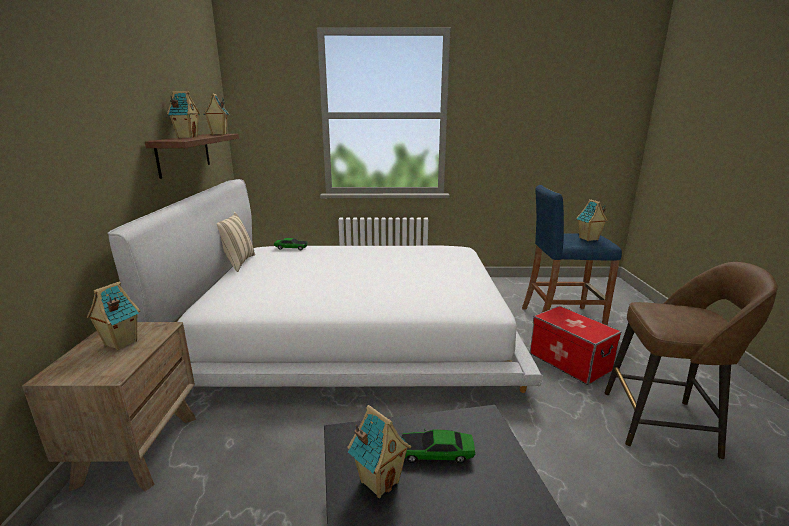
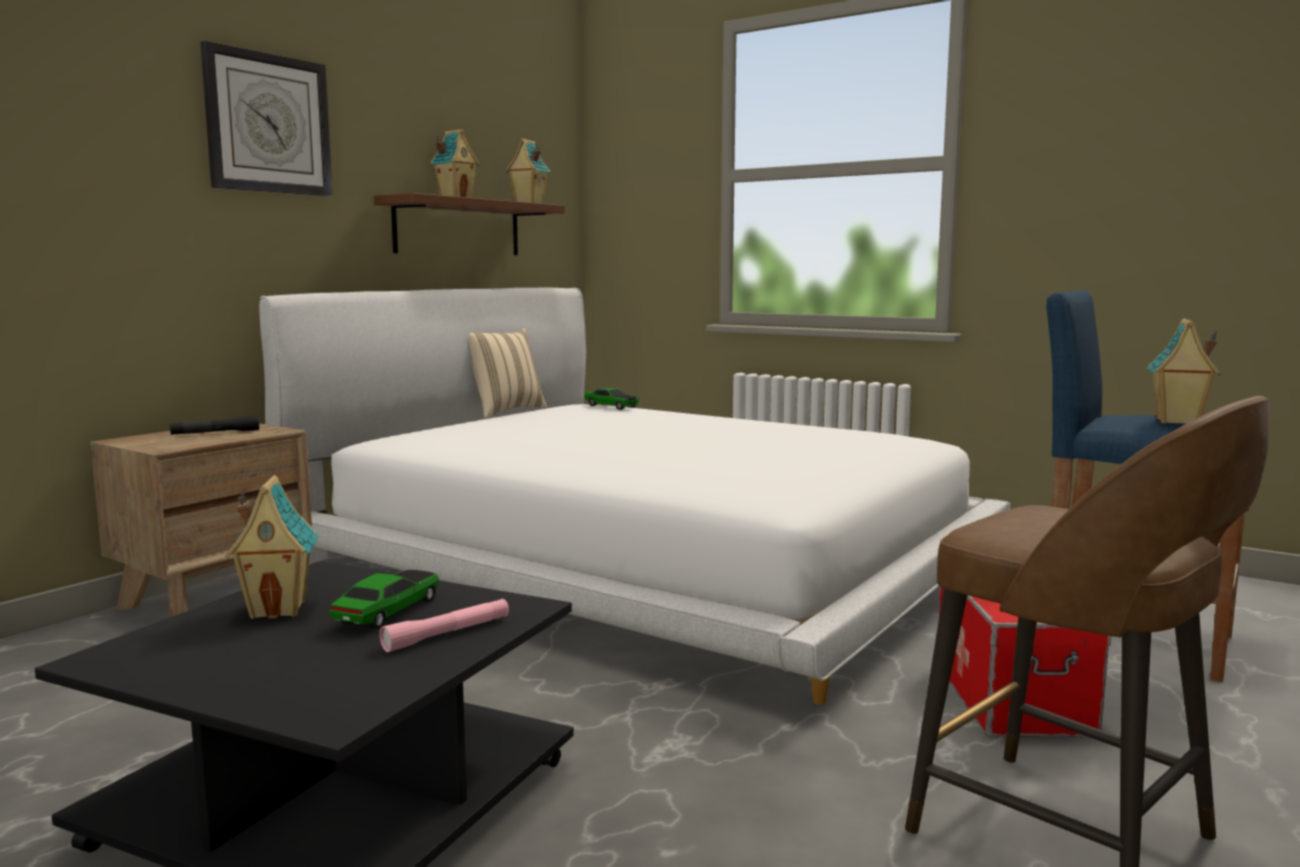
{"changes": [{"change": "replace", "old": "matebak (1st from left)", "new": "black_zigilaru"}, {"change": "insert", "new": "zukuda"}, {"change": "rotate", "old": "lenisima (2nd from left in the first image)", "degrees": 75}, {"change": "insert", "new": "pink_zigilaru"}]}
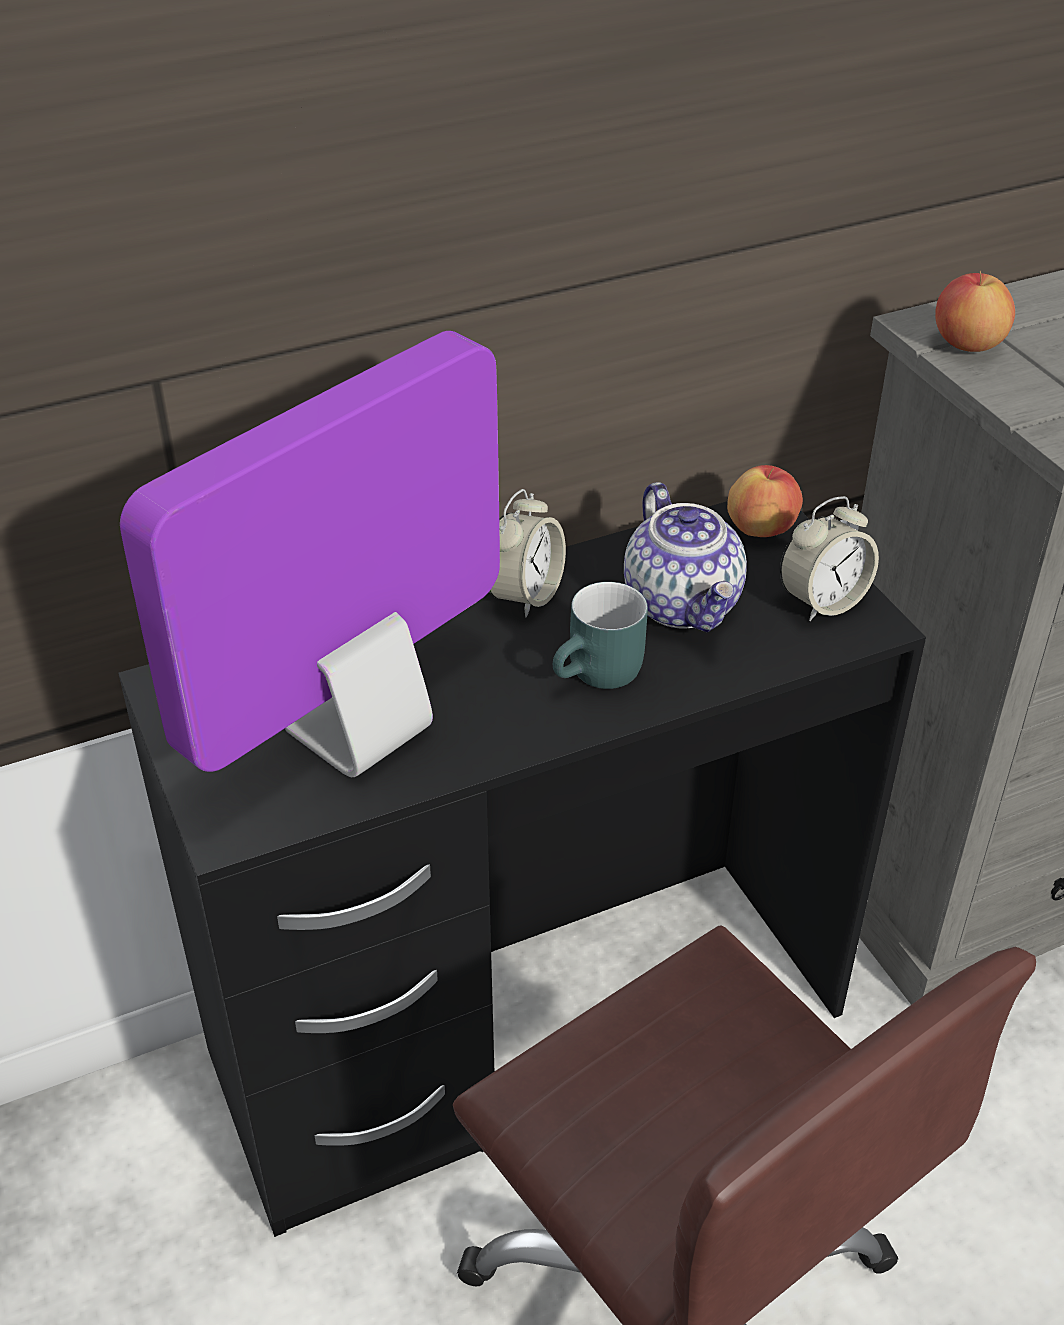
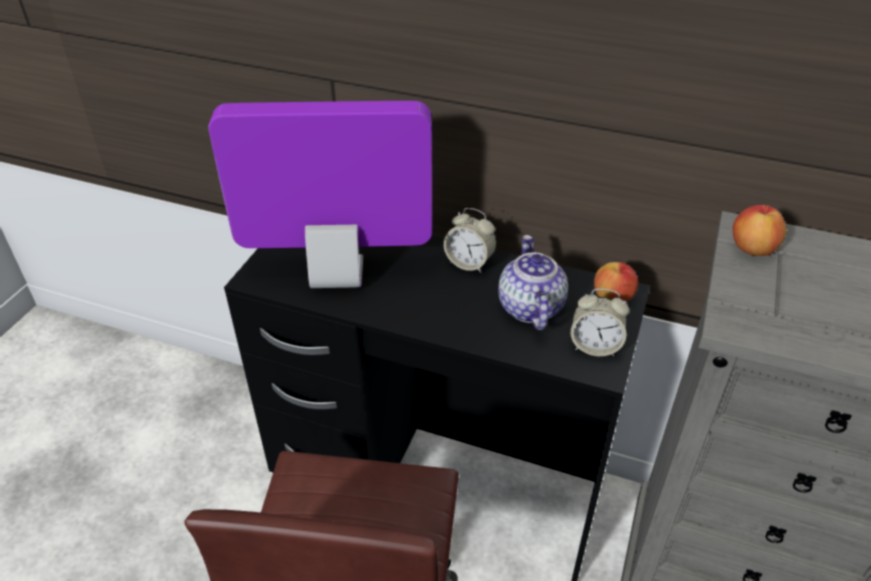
{"changes": [{"change": "rotate", "old": "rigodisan (1st from left)", "degrees": 45}, {"change": "rotate", "old": "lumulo", "degrees": 150}, {"change": "delete", "old": "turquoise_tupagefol"}]}
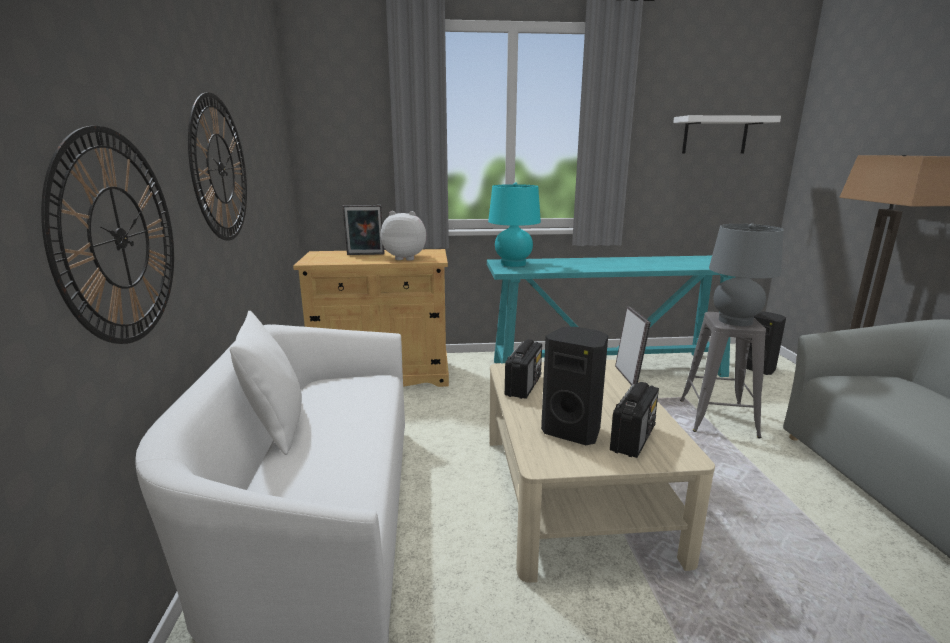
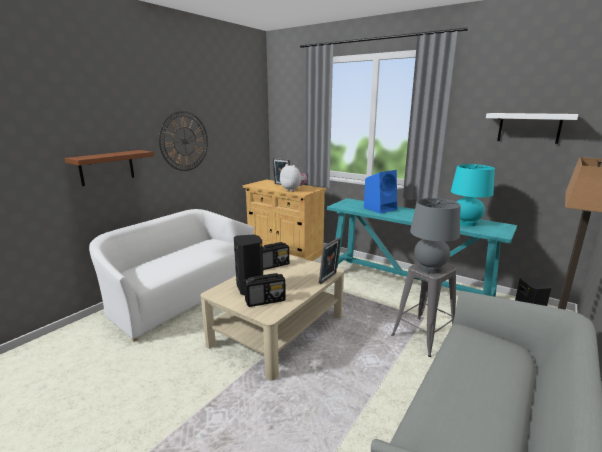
{"changes": [{"change": "replace", "old": "zukuda (1st from left)", "new": "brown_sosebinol"}, {"change": "insert", "new": "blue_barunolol"}, {"change": "move", "old": "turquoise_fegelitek"}, {"change": "delete", "old": "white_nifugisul"}]}
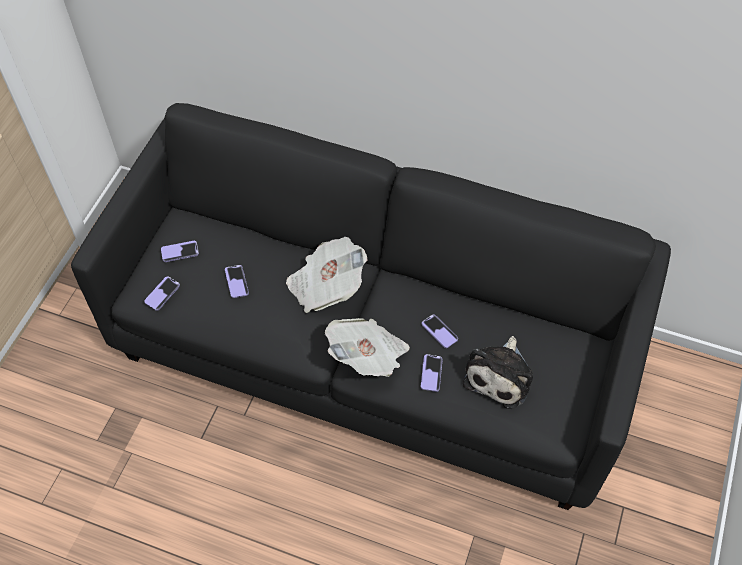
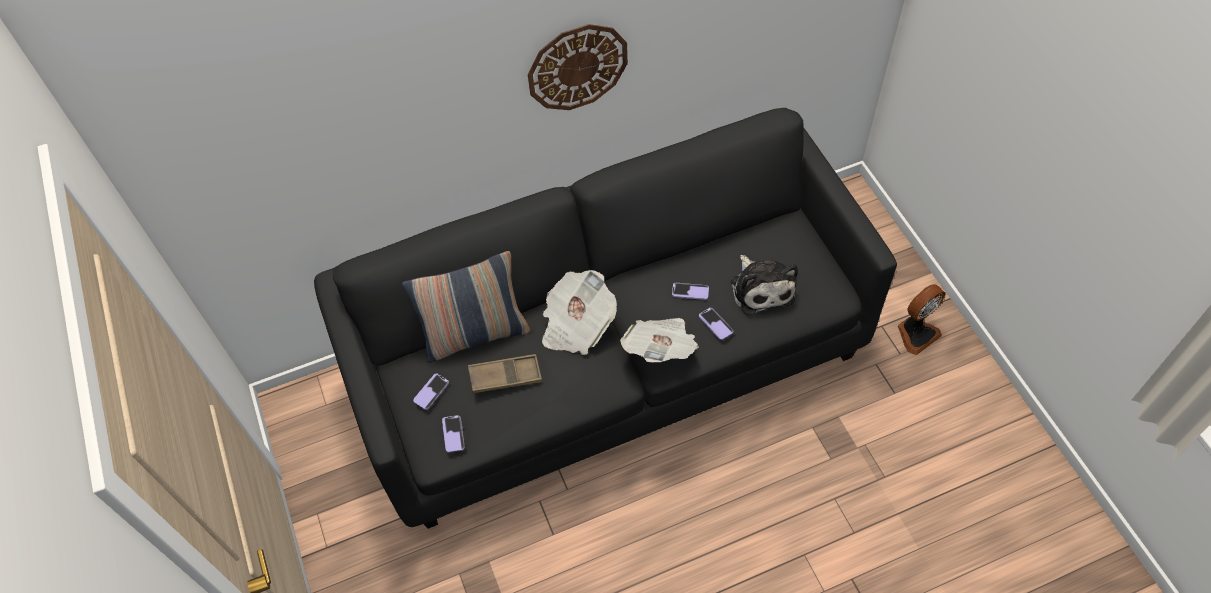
{"changes": [{"change": "insert", "new": "nifugisul"}, {"change": "replace", "old": "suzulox (3rd from left)", "new": "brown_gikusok"}, {"change": "insert", "new": "zukuda"}, {"change": "insert", "new": "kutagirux"}]}
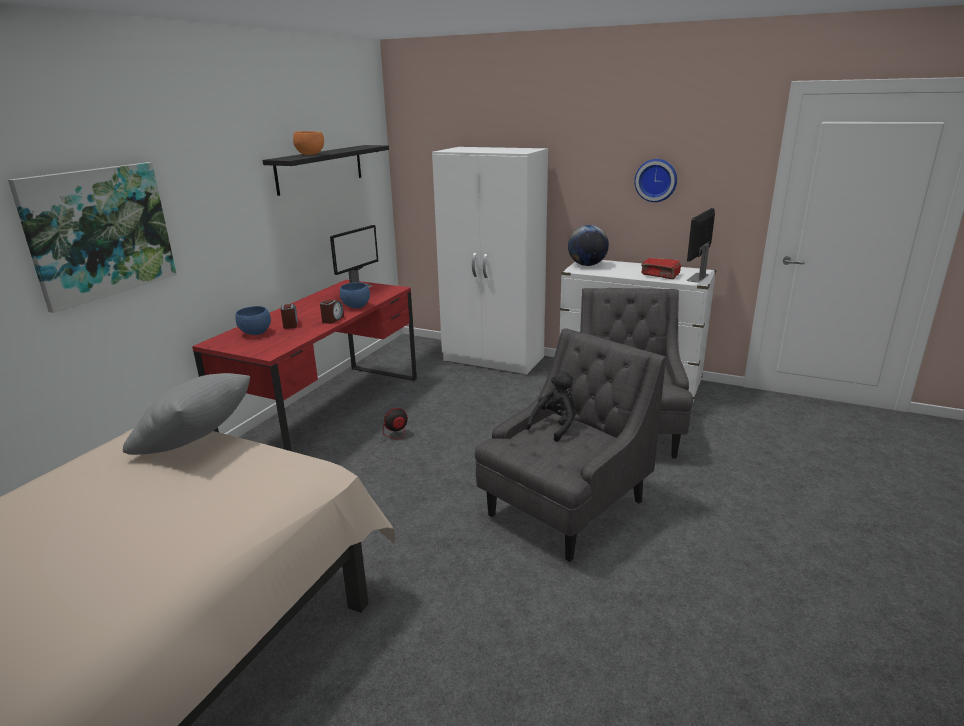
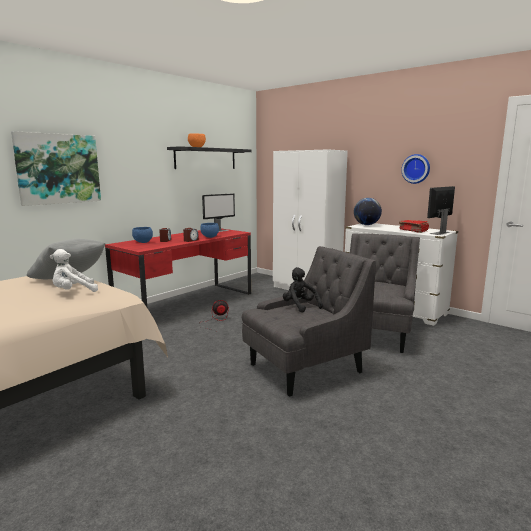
{"changes": [{"change": "insert", "new": "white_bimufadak"}, {"change": "rotate", "old": "black_bimufadak", "degrees": -90}]}
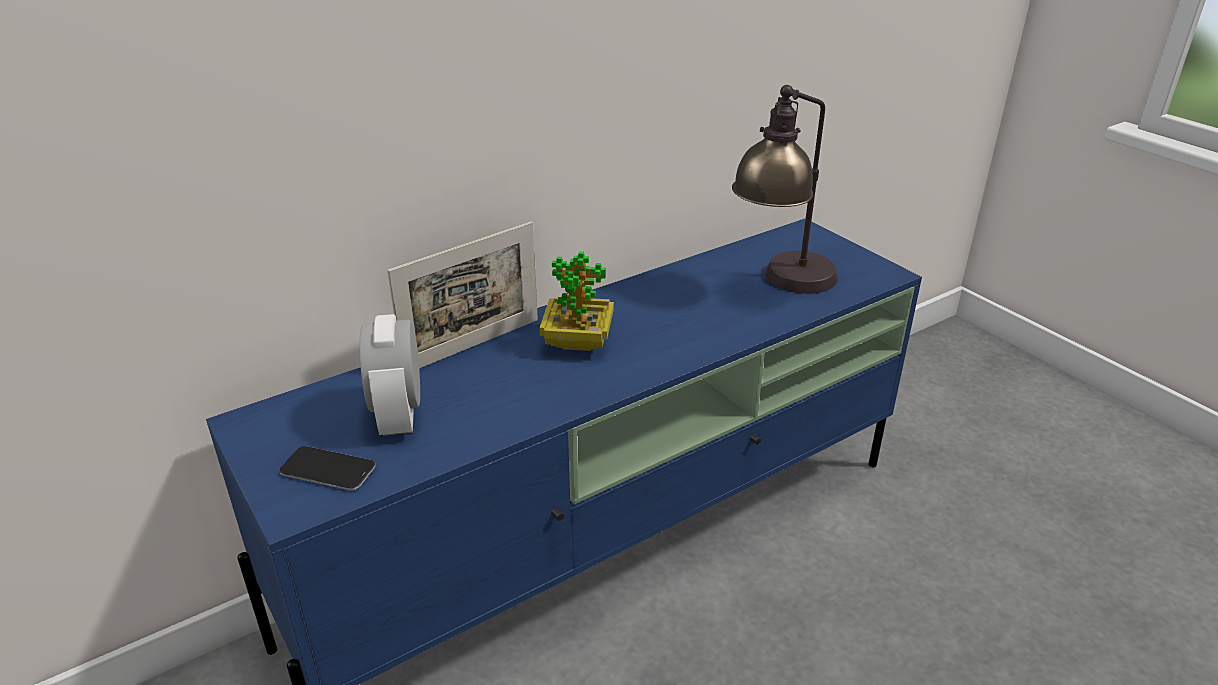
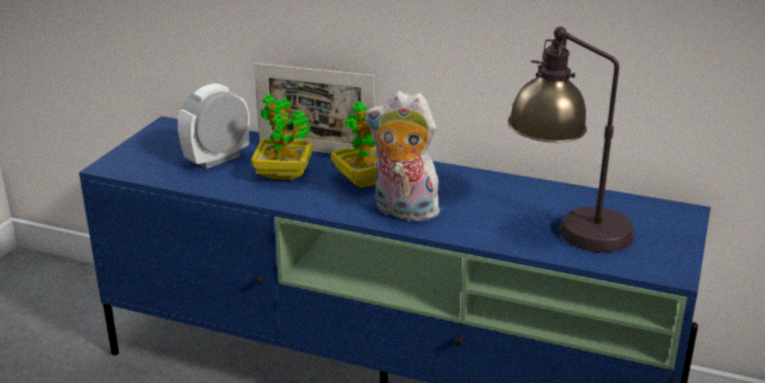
{"changes": [{"change": "insert", "new": "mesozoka (1st from left)"}, {"change": "insert", "new": "bimufadak"}, {"change": "delete", "old": "suzulox"}]}
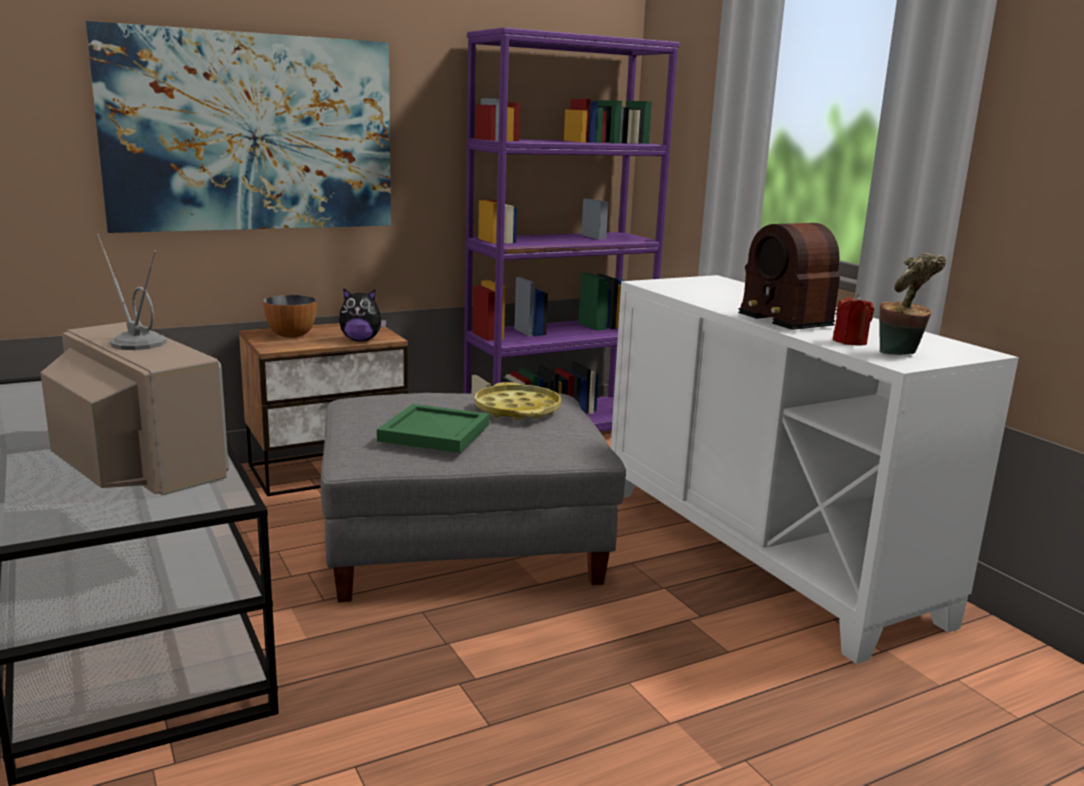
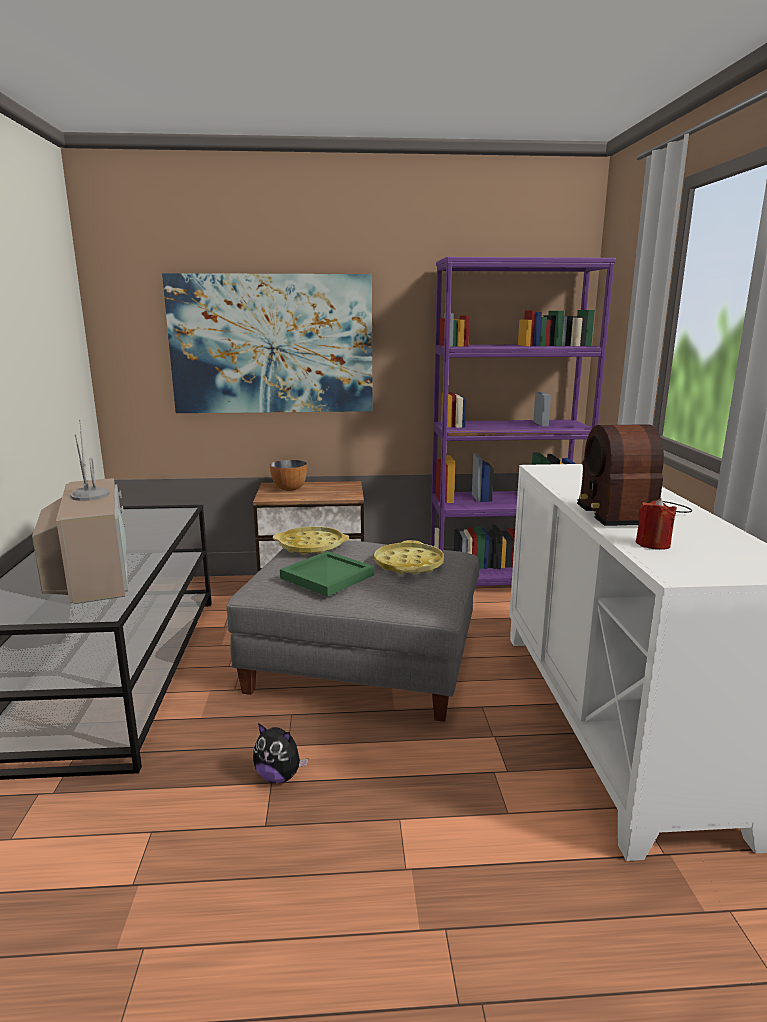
{"changes": [{"change": "move", "old": "bimufadak"}, {"change": "insert", "new": "yellow_gikusok (1st from left)"}, {"change": "delete", "old": "mesozoka"}]}
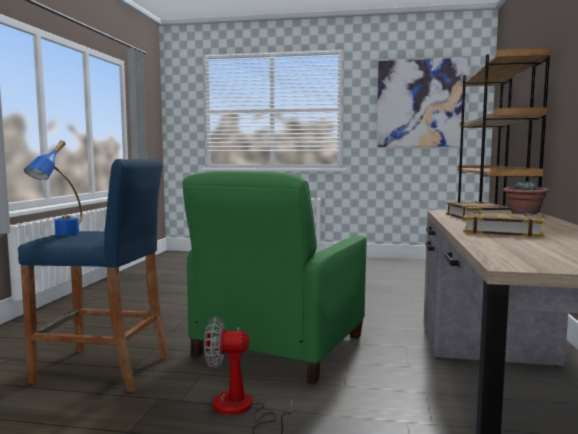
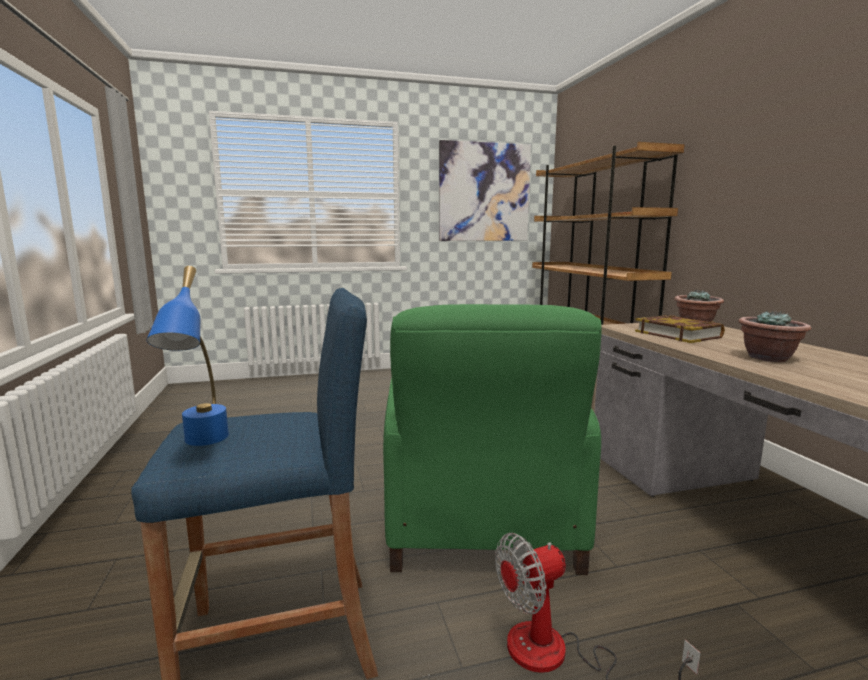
{"changes": [{"change": "replace", "old": "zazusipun (2nd from left)", "new": "mesozoka (2nd from left)"}]}
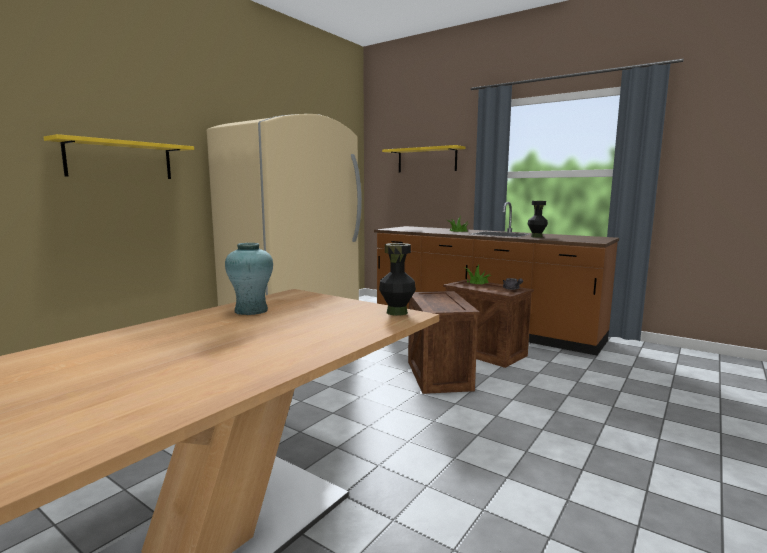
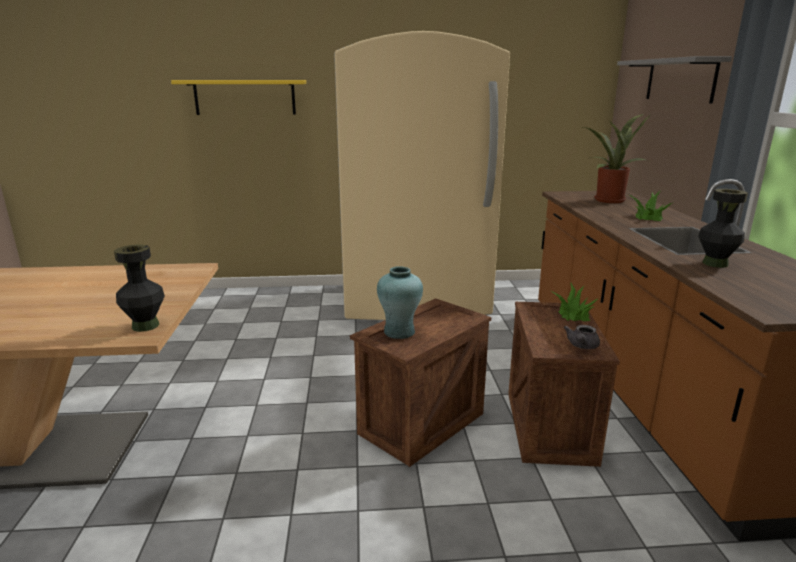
{"changes": [{"change": "move", "old": "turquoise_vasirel"}, {"change": "insert", "new": "mesozoka (2nd from left)"}, {"change": "recolor", "old": "yellow_sosebinol (2nd from left)", "new": "grey_sosebinol"}]}
